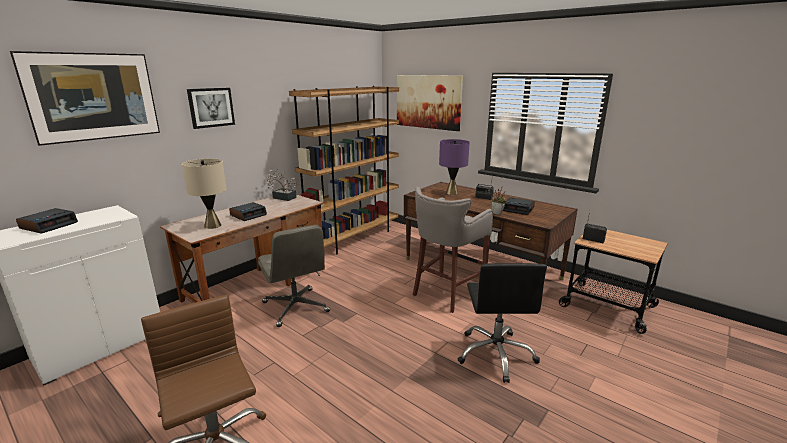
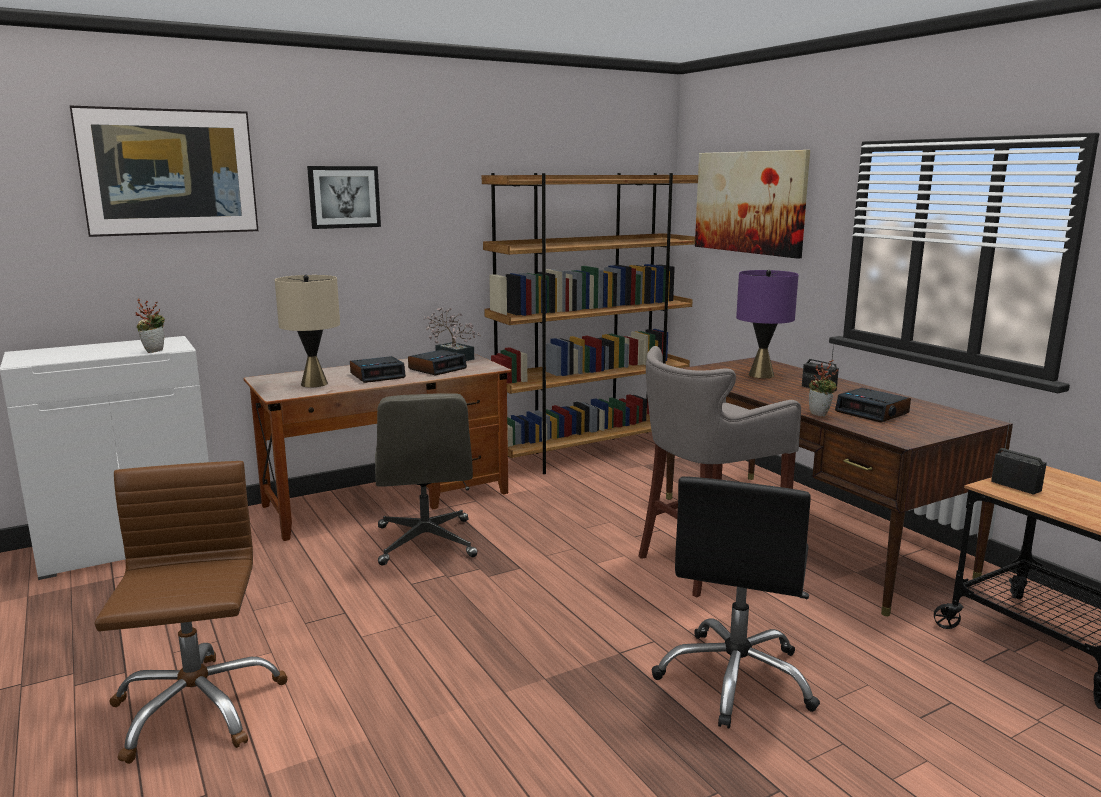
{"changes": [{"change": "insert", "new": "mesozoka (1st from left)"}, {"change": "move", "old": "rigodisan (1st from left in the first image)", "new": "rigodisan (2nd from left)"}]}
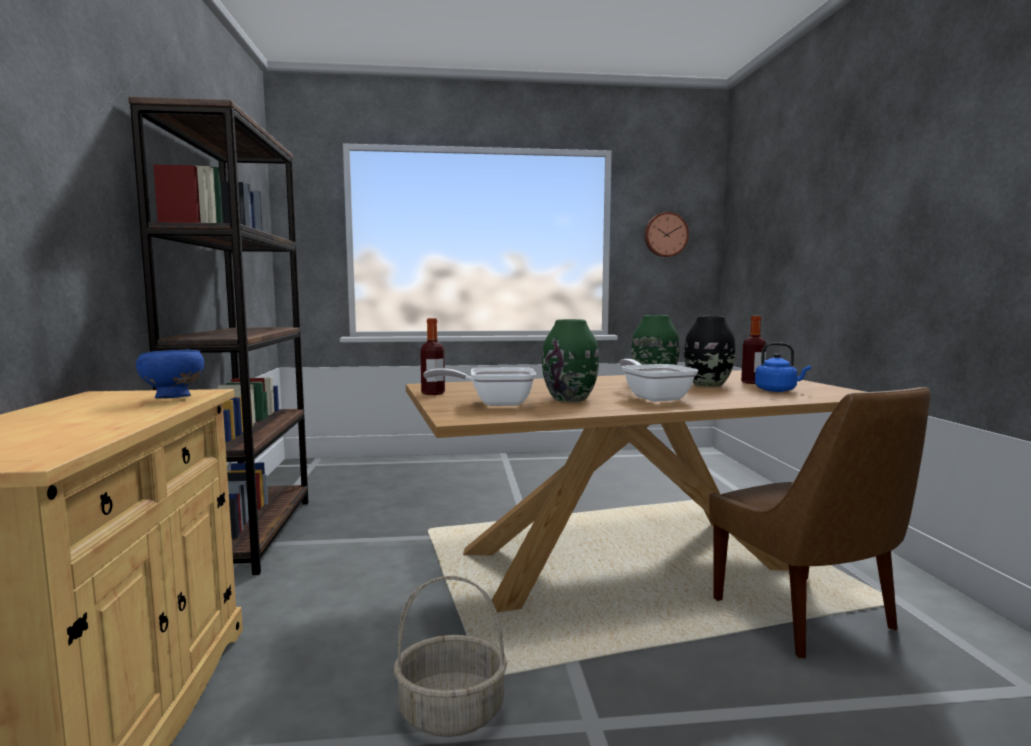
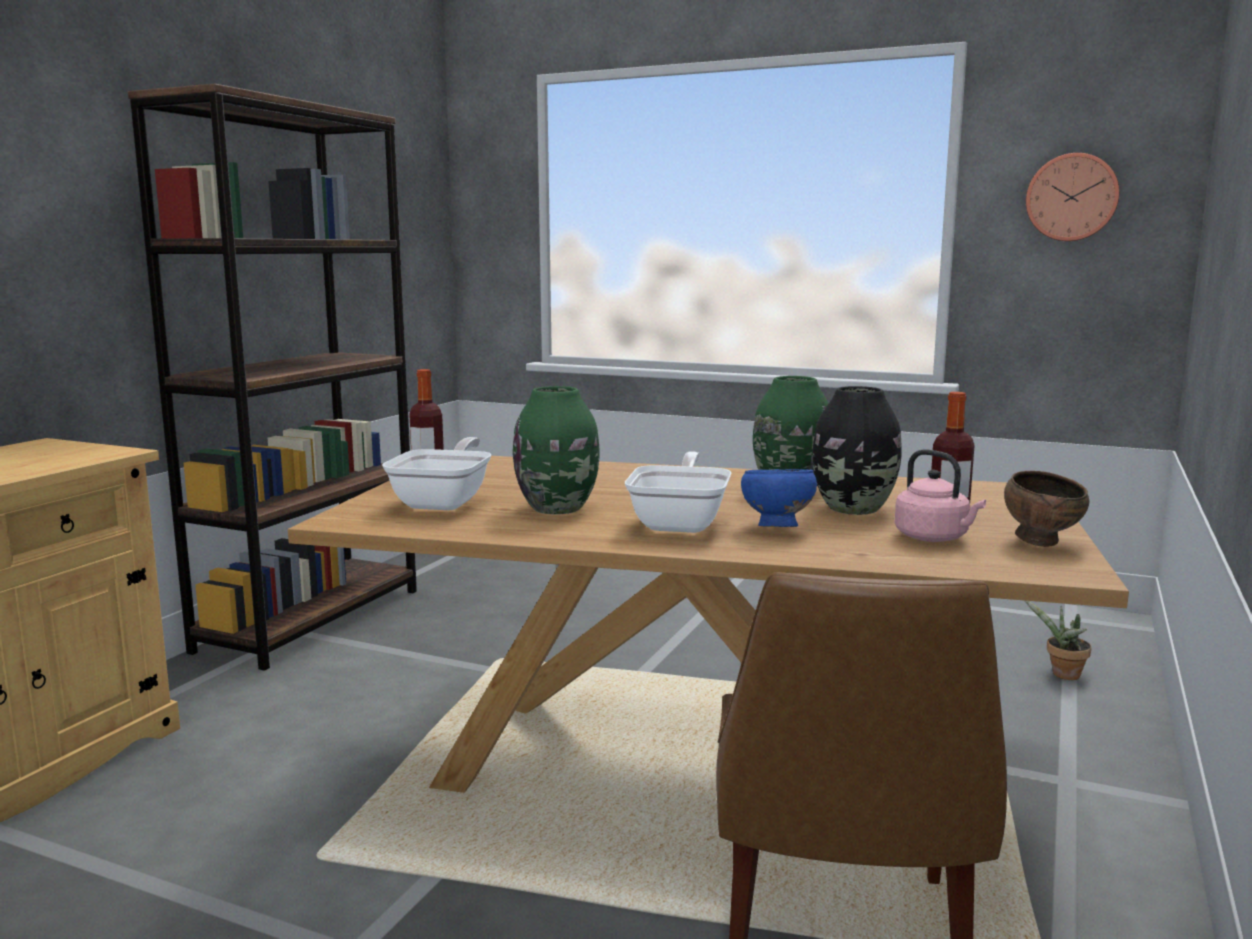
{"changes": [{"change": "rotate", "old": "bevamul (1st from left)", "degrees": 75}, {"change": "move", "old": "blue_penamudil"}, {"change": "recolor", "old": "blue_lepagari", "new": "pink_lepagari"}, {"change": "insert", "new": "brown_penamudil"}, {"change": "insert", "new": "mesozoka"}, {"change": "delete", "old": "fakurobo"}]}
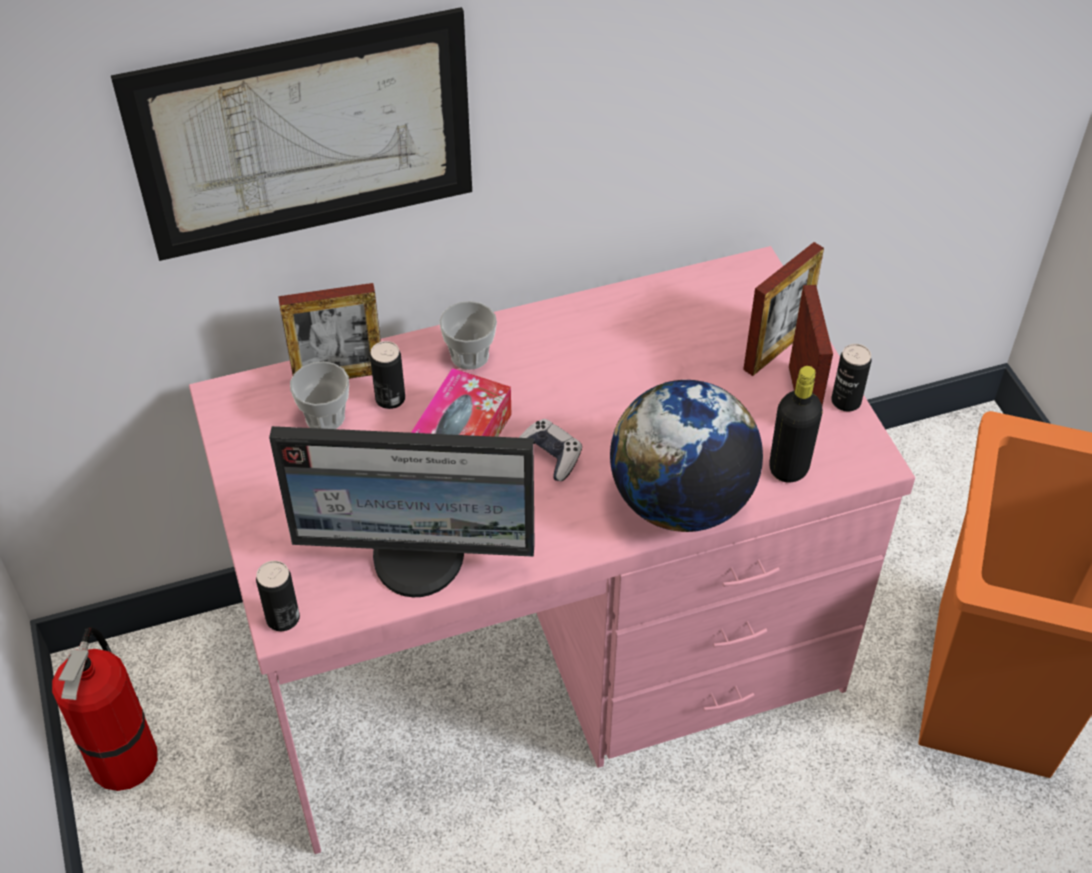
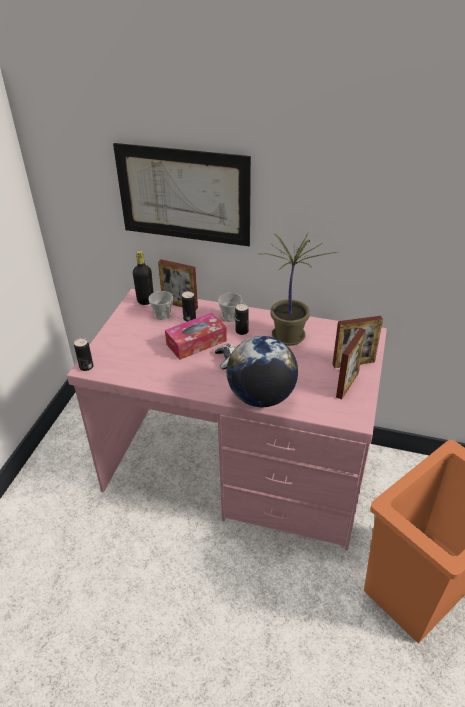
{"changes": [{"change": "move", "old": "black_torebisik"}, {"change": "move", "old": "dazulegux (3rd from left)"}, {"change": "insert", "new": "mesozoka"}, {"change": "delete", "old": "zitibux"}, {"change": "delete", "old": "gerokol"}]}
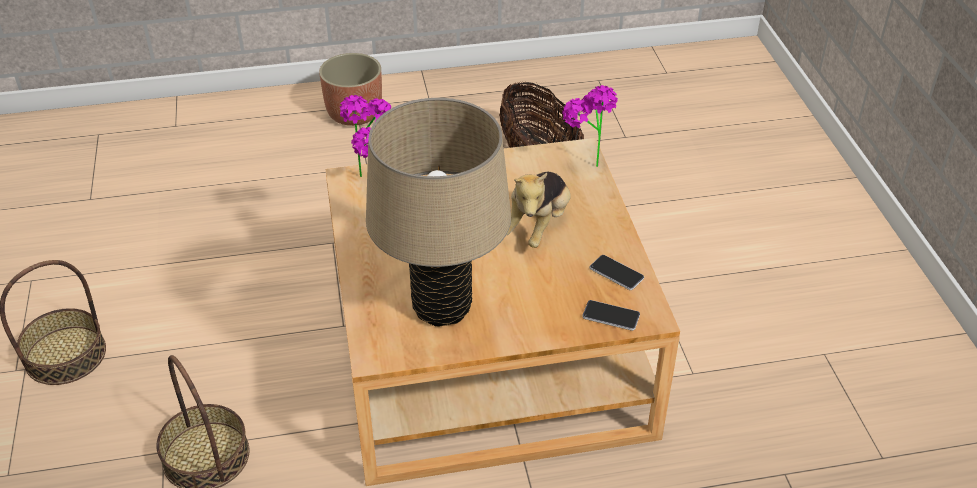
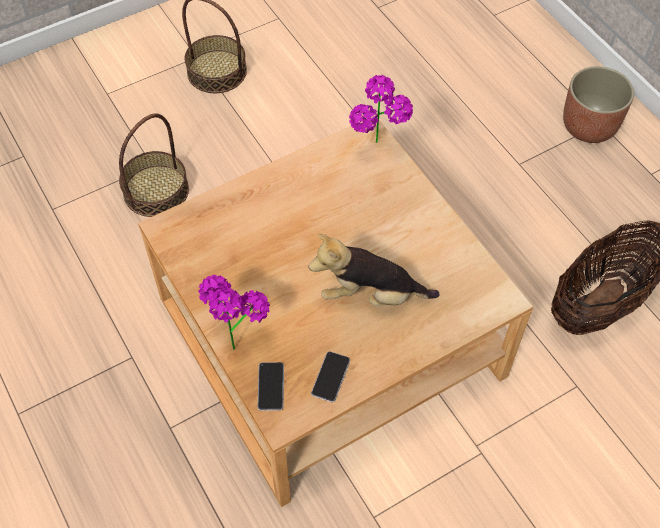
{"changes": [{"change": "move", "old": "mesozoka (2nd from left in the first image)", "new": "mesozoka (1st from left)"}, {"change": "delete", "old": "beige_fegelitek"}]}
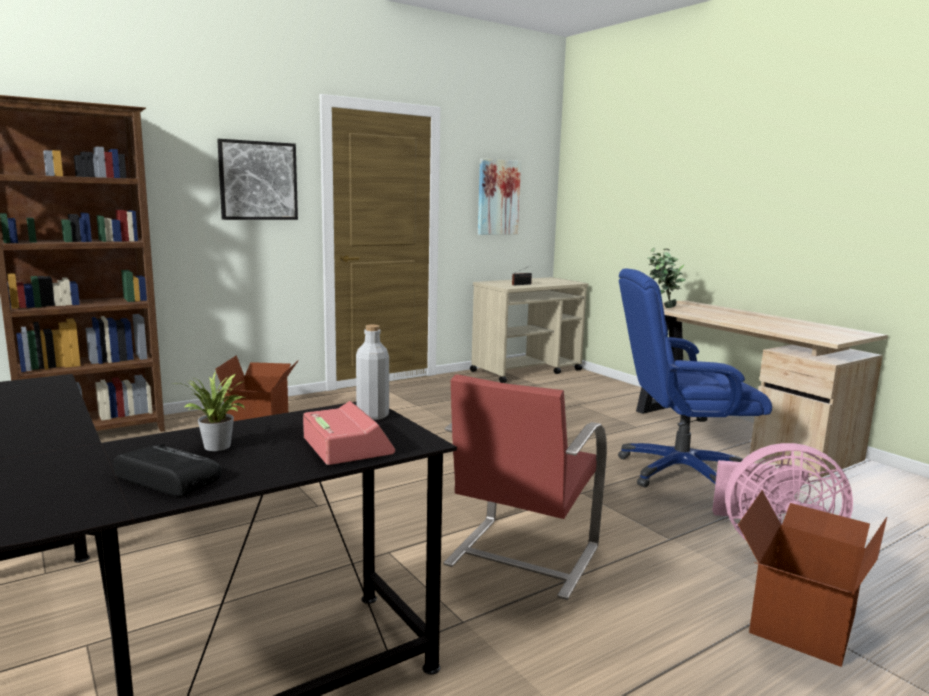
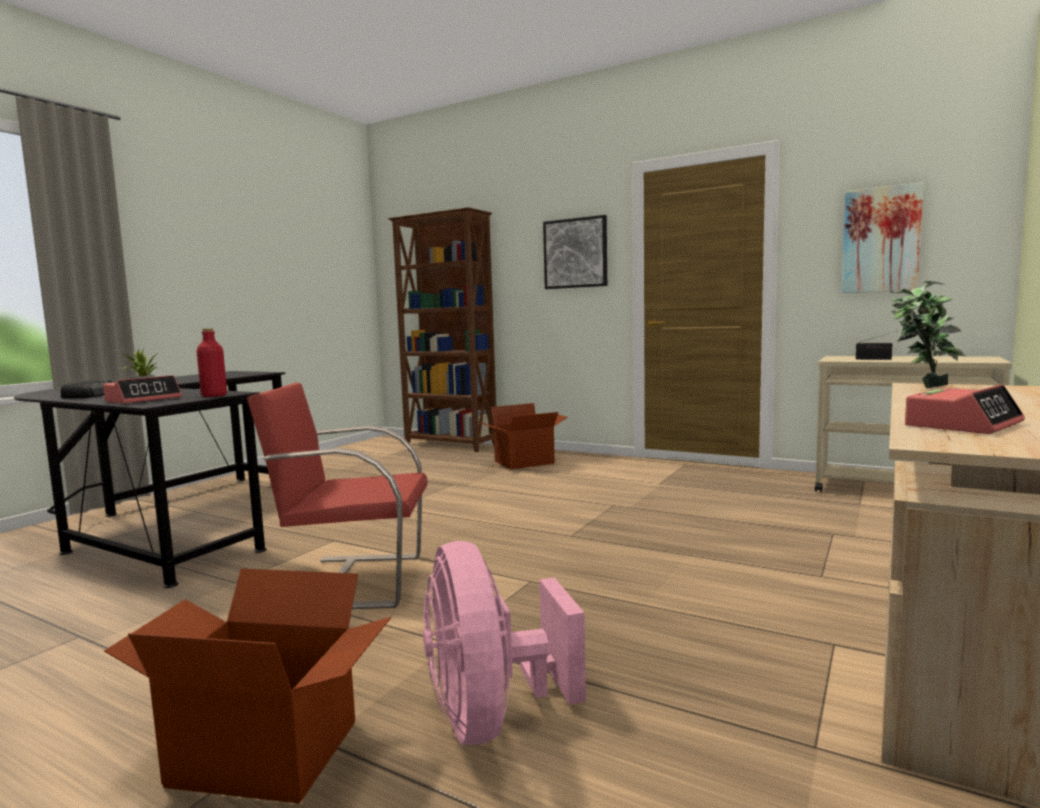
{"changes": [{"change": "recolor", "old": "grey_torebisik", "new": "red_torebisik"}, {"change": "insert", "new": "rigodisan (2nd from left)"}, {"change": "delete", "old": "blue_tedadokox"}]}
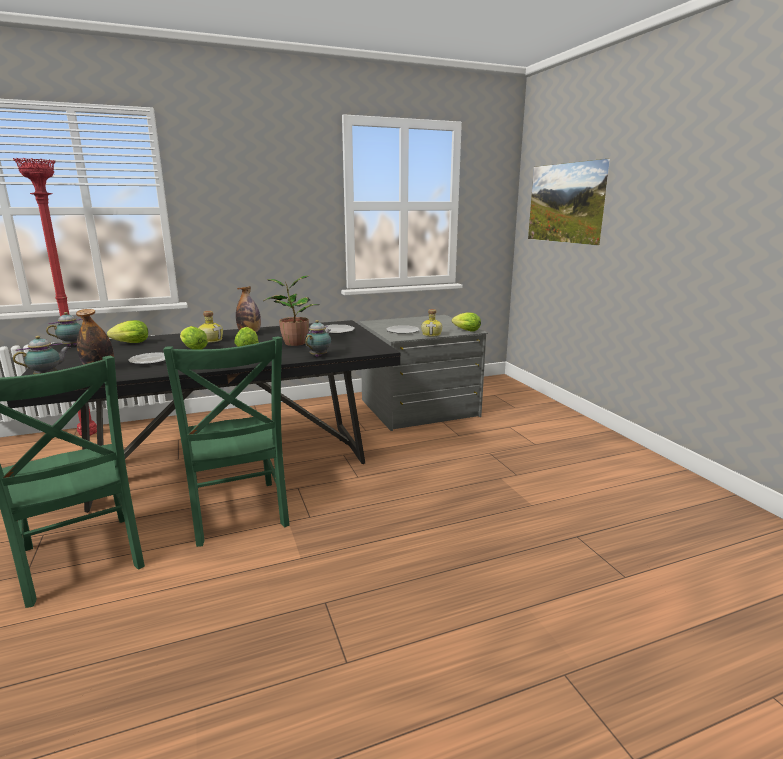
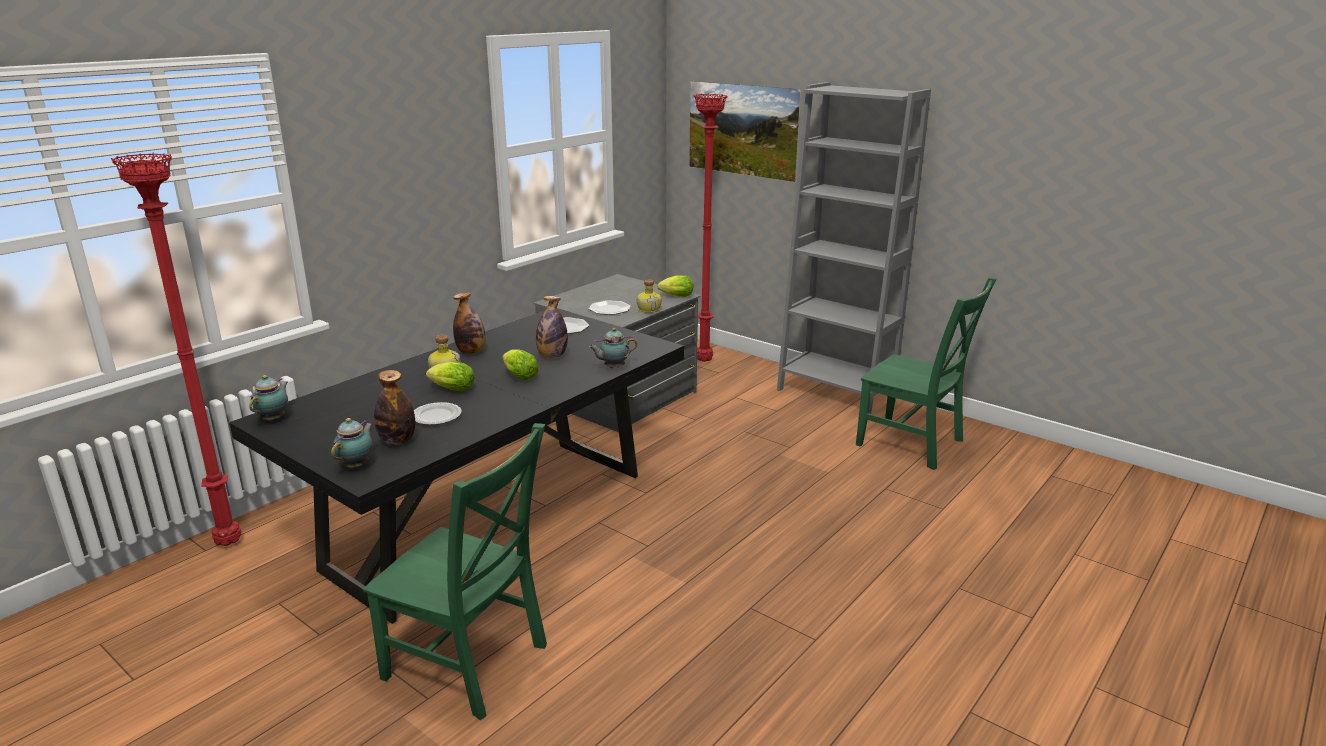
{"changes": [{"change": "replace", "old": "mesozoka", "new": "torebisik (4th from left)"}, {"change": "rotate", "old": "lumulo (3rd from left)", "degrees": -105}, {"change": "insert", "new": "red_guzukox (2nd from left)"}, {"change": "insert", "new": "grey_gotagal"}, {"change": "move", "old": "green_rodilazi (2nd from left)"}, {"change": "delete", "old": "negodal (1st from left)"}]}
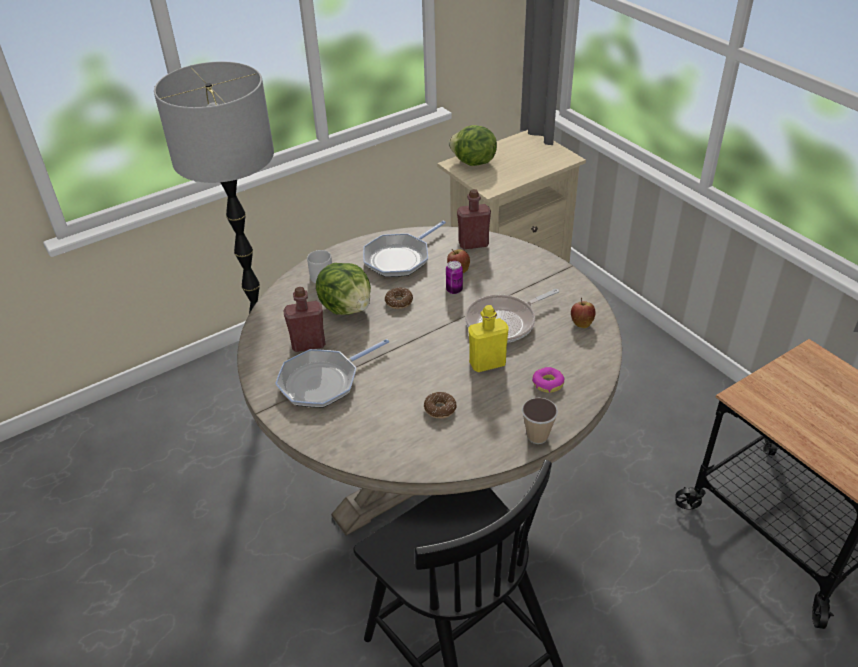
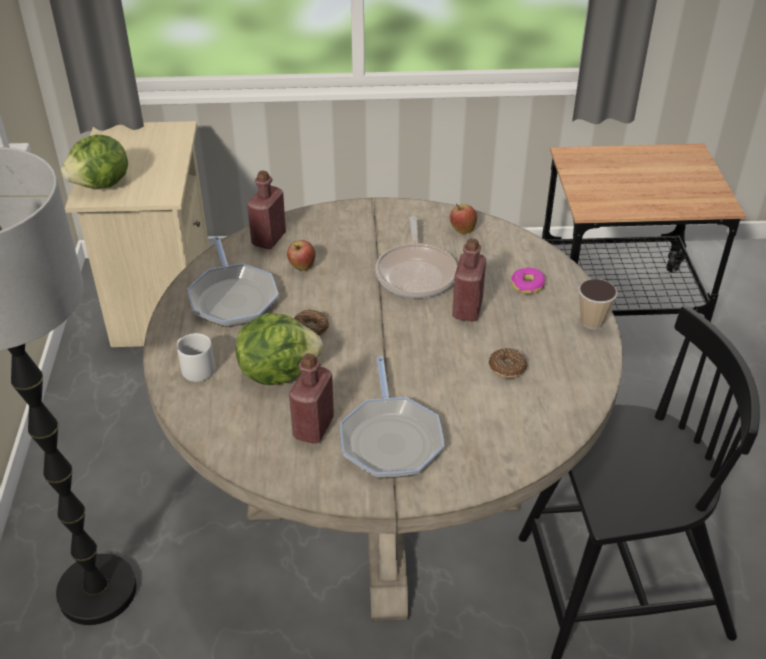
{"changes": [{"change": "recolor", "old": "yellow_torebisik", "new": "red_torebisik (3rd from left)"}, {"change": "delete", "old": "dazulegux"}]}
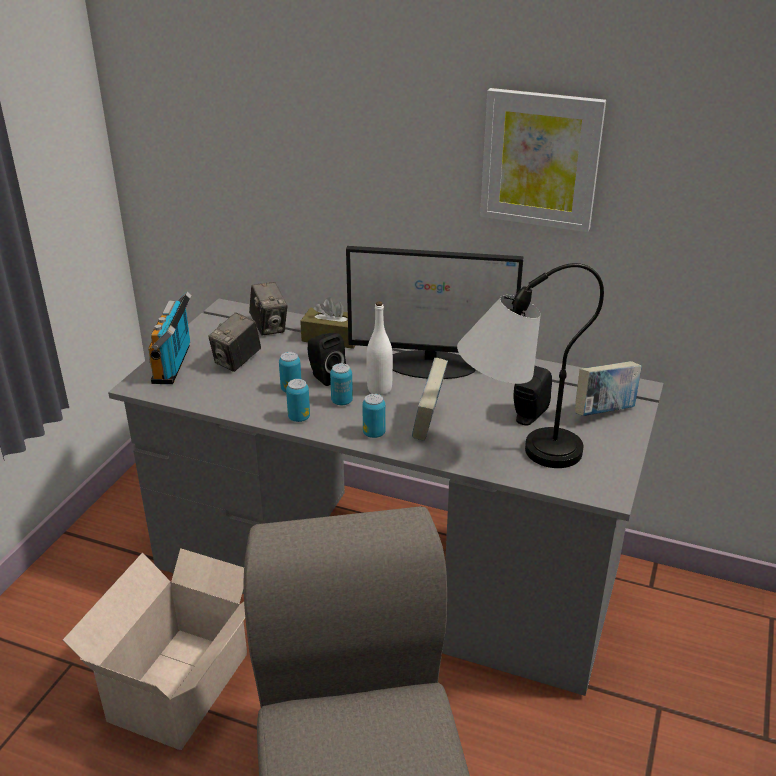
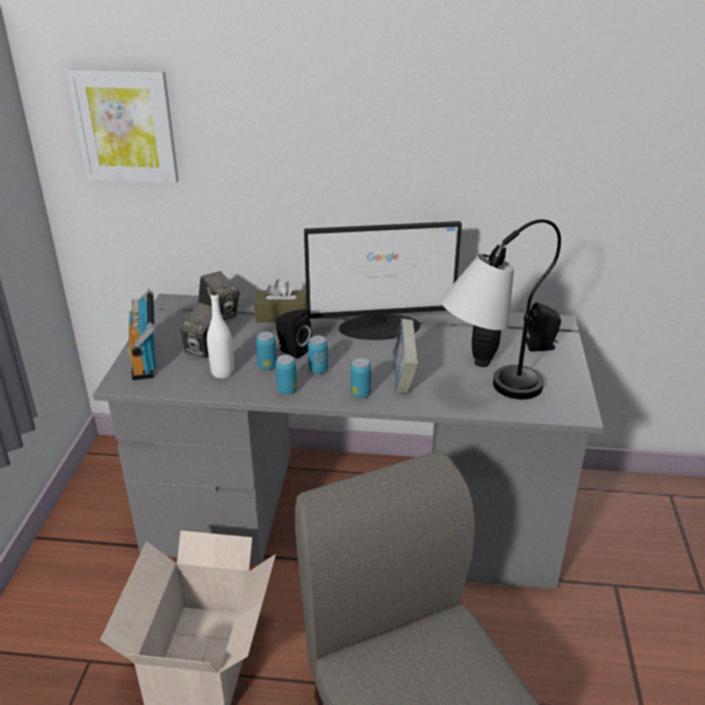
{"changes": [{"change": "move", "old": "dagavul"}, {"change": "move", "old": "white_torebisik"}, {"change": "replace", "old": "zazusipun (2nd from left)", "new": "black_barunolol (3rd from left)"}]}
